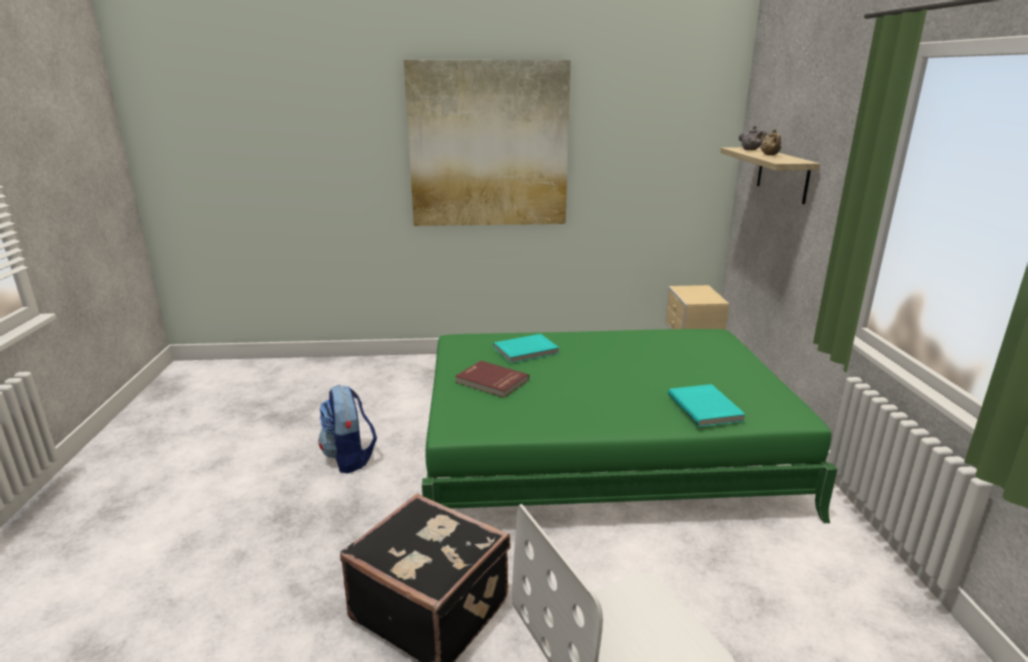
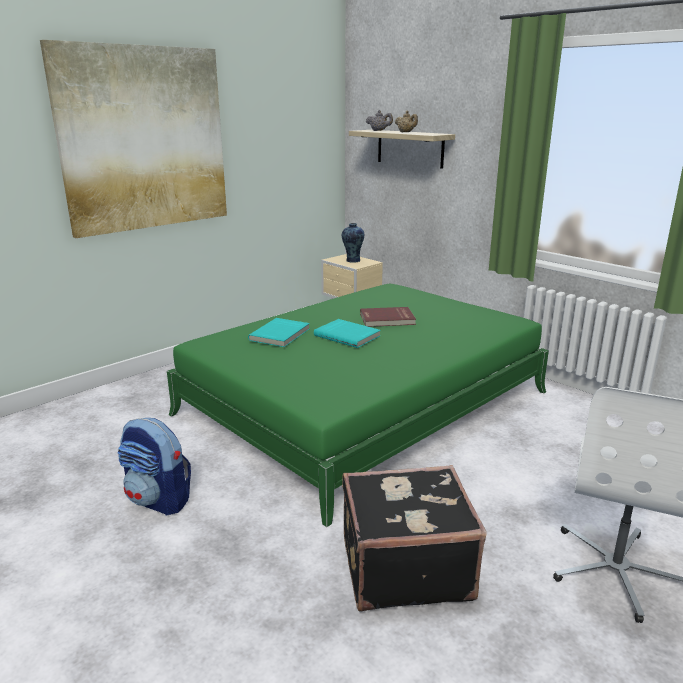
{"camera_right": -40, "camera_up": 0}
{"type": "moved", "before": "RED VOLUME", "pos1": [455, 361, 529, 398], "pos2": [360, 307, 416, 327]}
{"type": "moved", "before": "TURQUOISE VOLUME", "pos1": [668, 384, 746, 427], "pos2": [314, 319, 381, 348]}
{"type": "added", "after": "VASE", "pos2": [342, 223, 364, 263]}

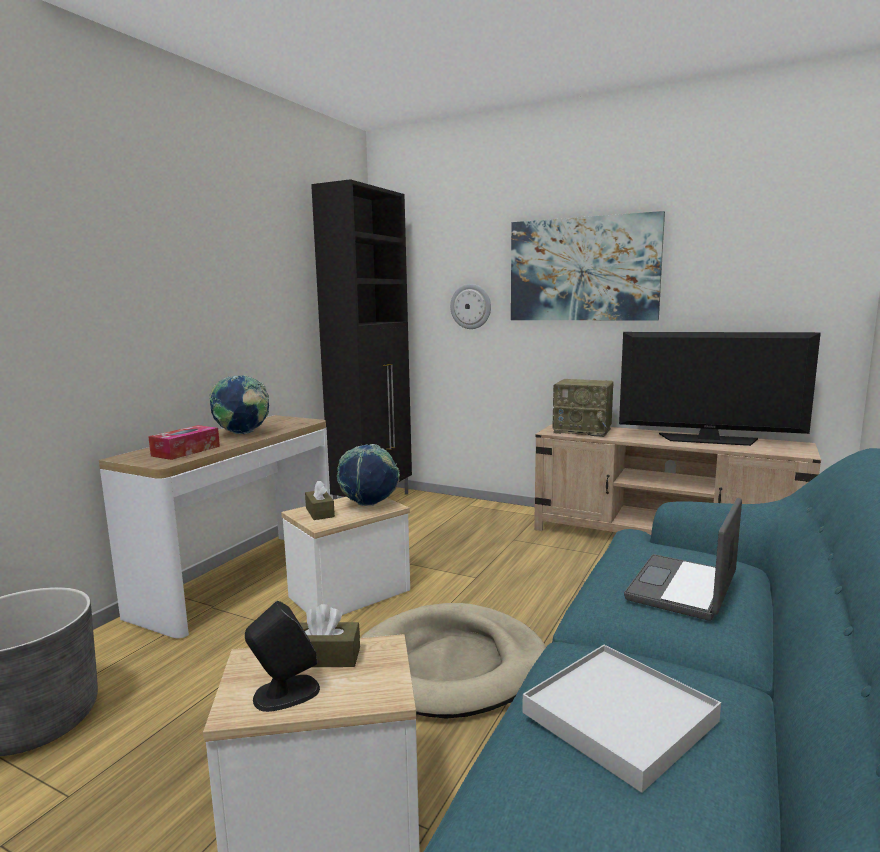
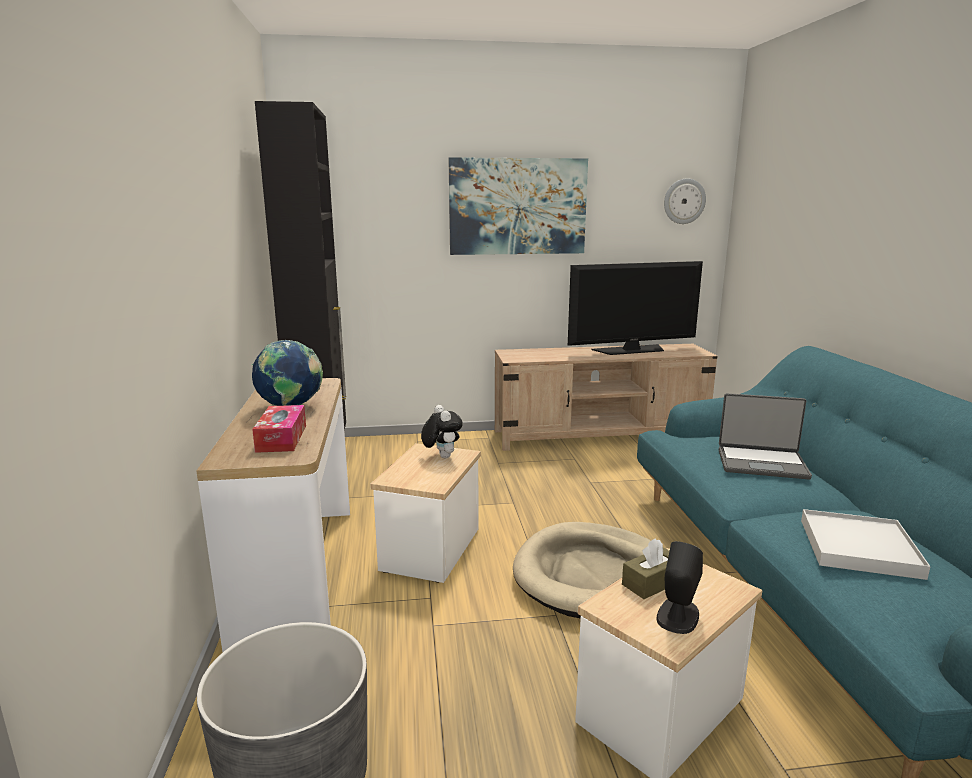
{"camera_right": -35, "camera_up": 5}
{"type": "removed", "before": "BROWN BOX OF TISSUES", "pos1": [305, 480, 335, 520]}
{"type": "replaced", "before": "GLOBE", "after": "PLUSH TOY", "pos1": [337, 444, 400, 506], "pos2": [421, 405, 463, 458]}
{"type": "moved", "before": "CLOCK ON THE WALL", "pos1": [450, 284, 491, 329], "pos2": [664, 178, 706, 224]}
{"type": "removed", "before": "RADIO SET", "pos1": [552, 379, 614, 437]}
{"type": "turned", "before": "LAPTOP", "pos1": [624, 498, 742, 621], "pos2": [719, 393, 812, 479], "turn": -75}

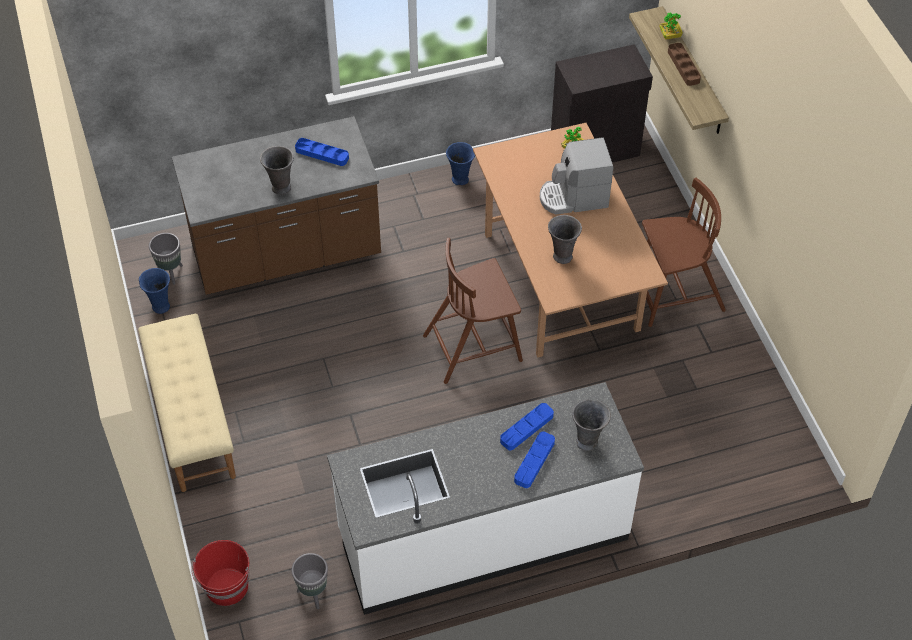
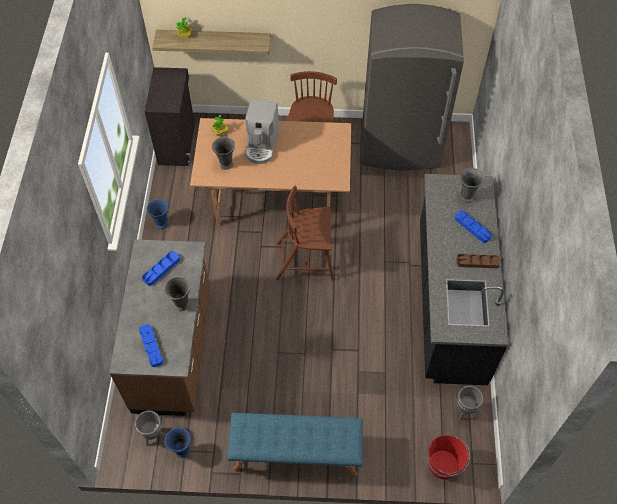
{"camera_right": -70, "camera_up": 5}
{"type": "recoloured", "before": "BEIGE LONG SEAT", "after": "BLUISH LONG SEAT", "pos1": [138, 314, 236, 492], "pos2": [227, 413, 363, 476]}
{"type": "recoloured", "before": "WHITE-COLOURED KITCHEN COUNTER", "after": "BLACK KITCHEN COUNTER", "pos1": [327, 382, 644, 615], "pos2": [420, 174, 509, 385]}
{"type": "turned", "before": "BROWN PLAIN CHAIR", "pos1": [423, 238, 523, 384], "pos2": [276, 185, 334, 281], "turn": 90}
{"type": "moved", "before": "BLUISH TRAY", "pos1": [500, 403, 554, 450], "pos2": [139, 324, 163, 367]}
{"type": "moved", "before": "GREYISH VASE", "pos1": [548, 215, 582, 264], "pos2": [212, 137, 235, 170]}
{"type": "moved", "before": "BROWN TRAY", "pos1": [668, 43, 701, 86], "pos2": [456, 254, 500, 268]}
{"type": "added", "after": "GREYISH FRIDGE", "pos2": [362, 4, 464, 171]}

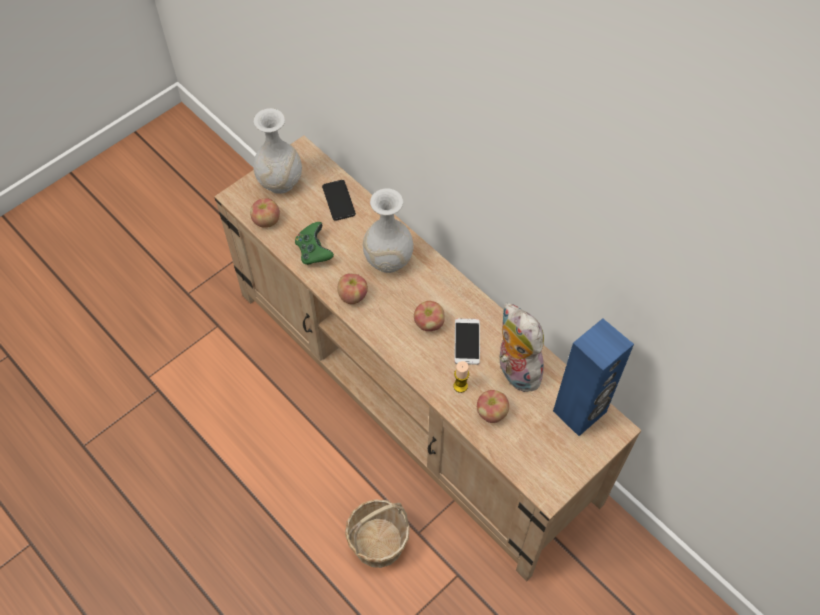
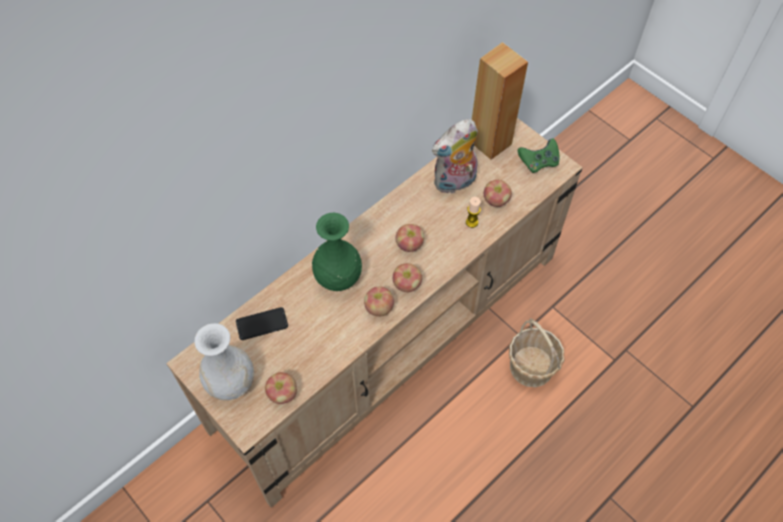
{"camera_right": -90, "camera_up": 0}
{"type": "moved", "before": "GREEN-COLOURED GAMEPAD", "pos1": [295, 222, 334, 265], "pos2": [518, 138, 559, 173]}
{"type": "recoloured", "before": "WHITE-COLOURED VASE", "after": "GREEN-COLOURED VASE", "pos1": [363, 188, 413, 273], "pos2": [312, 213, 362, 291]}
{"type": "removed", "before": "TELEPHONE", "pos1": [454, 318, 480, 365]}
{"type": "recoloured", "before": "BLUISH AUDIO SPEAKER", "after": "BROWN AUDIO SPEAKER", "pos1": [553, 318, 634, 436], "pos2": [472, 42, 528, 160]}
{"type": "added", "after": "APPLE FRUIT", "pos2": [393, 263, 422, 292]}

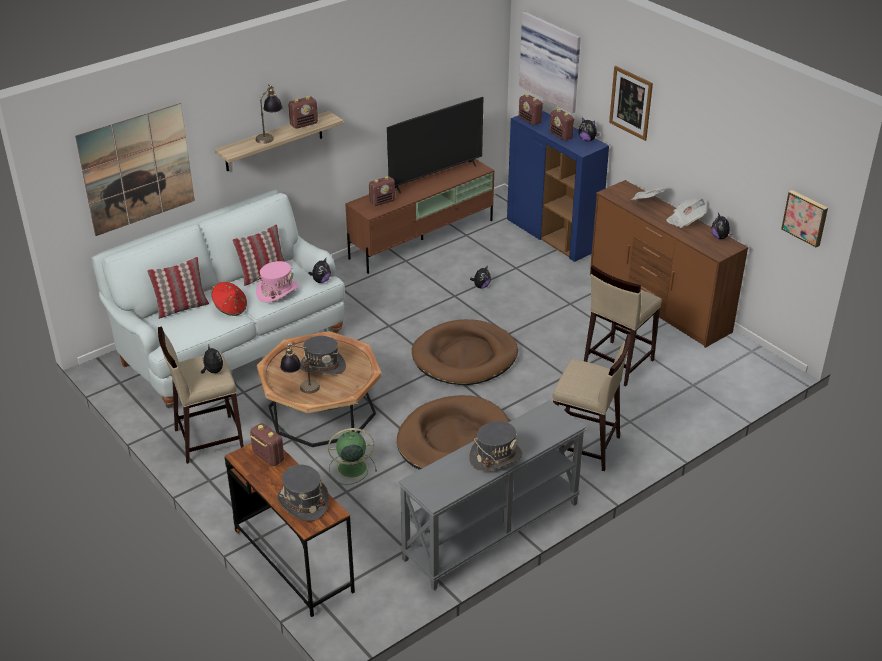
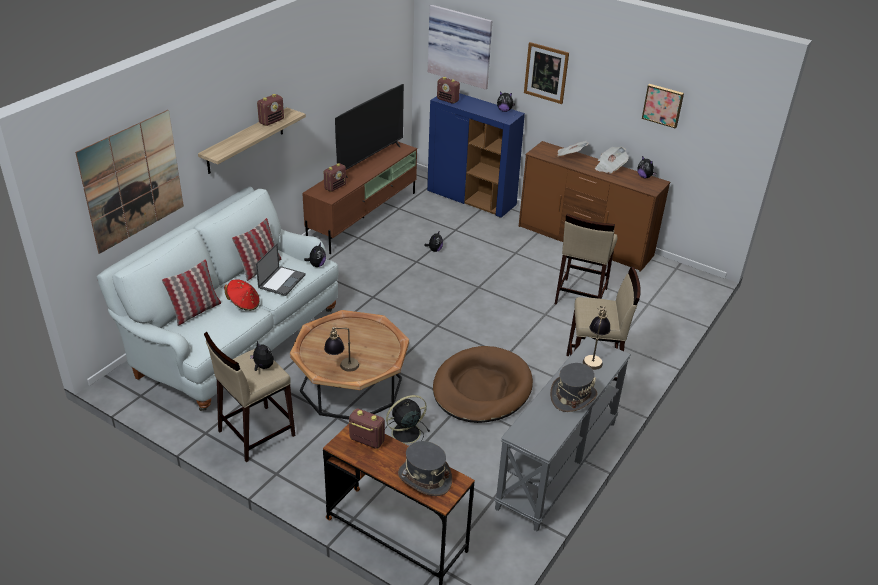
{"camera_right": -20, "camera_up": 0}
{"type": "moved", "before": "TABLE LAMP", "pos1": [256, 84, 282, 144], "pos2": [583, 306, 611, 370]}
{"type": "replaced", "before": "PINK CLOTHING HAT", "after": "LAPTOP", "pos1": [256, 261, 299, 302], "pos2": [256, 243, 306, 296]}
{"type": "removed", "before": "GREYISH CLOTHING HAT", "pos1": [300, 336, 346, 374]}
{"type": "recoloured", "before": "GREEN-COLOURED COOLING FAN", "after": "BLACK COOLING FAN", "pos1": [328, 428, 377, 485], "pos2": [385, 395, 430, 444]}
{"type": "removed", "before": "BROWN DOG CUSHION", "pos1": [412, 319, 518, 385]}
{"type": "removed", "before": "RADIO SET", "pos1": [550, 109, 575, 141]}
{"type": "moved", "before": "WALL PICTURE", "pos1": [781, 190, 828, 248], "pos2": [642, 84, 684, 128]}

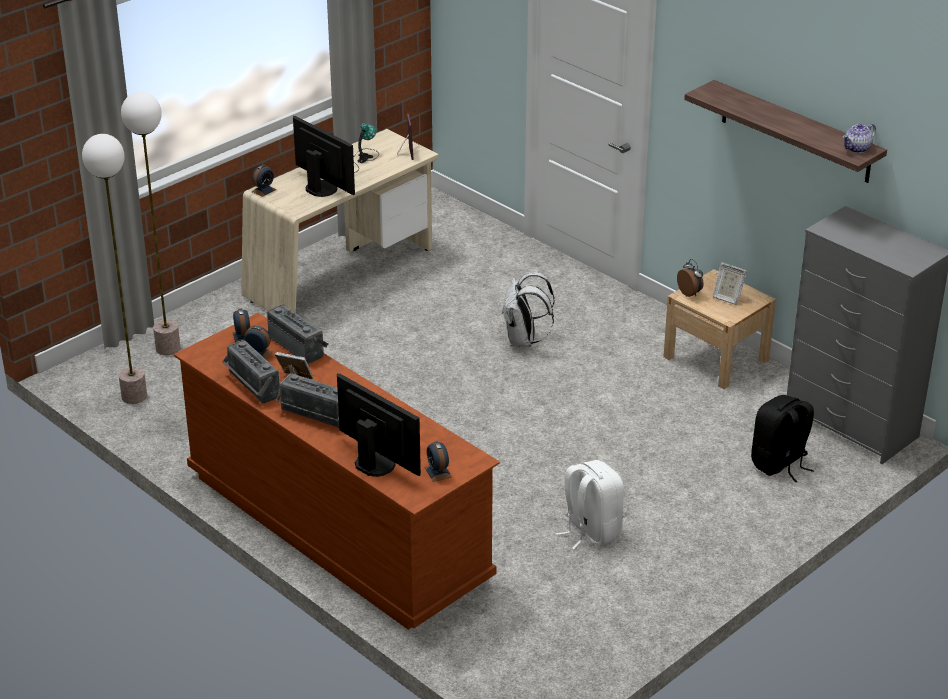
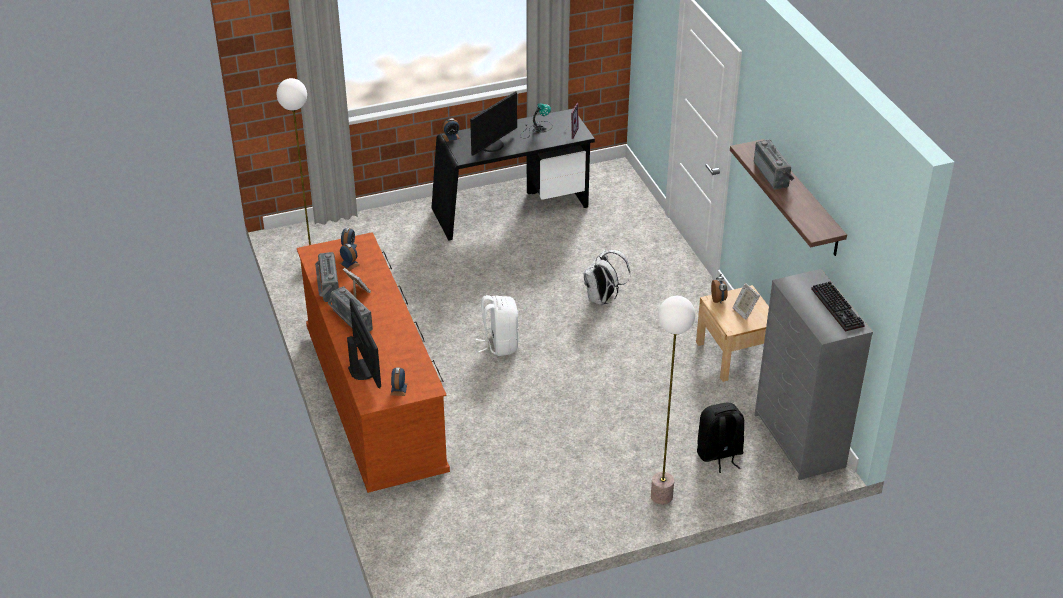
{"camera_right": 25, "camera_up": 5}
{"type": "moved", "before": "STANDING LAMP", "pos1": [121, 92, 180, 355], "pos2": [651, 296, 695, 505]}
{"type": "recoloured", "before": "BEIGE DESK TABLE", "after": "BLACK DESK TABLE", "pos1": [241, 129, 439, 313], "pos2": [431, 109, 595, 241]}
{"type": "moved", "before": "RADIO SET", "pos1": [267, 304, 328, 364], "pos2": [754, 139, 794, 190]}
{"type": "turned", "before": "COMPUTER SCREEN", "pos1": [293, 116, 355, 197], "pos2": [470, 92, 517, 156], "turn": 60}
{"type": "moved", "before": "WHITE-COLOURED BACKPACK", "pos1": [556, 460, 624, 550], "pos2": [476, 295, 519, 356]}
{"type": "removed", "before": "POT FOR TEA", "pos1": [843, 124, 876, 153]}
{"type": "added", "after": "KEYBOARD", "pos2": [811, 281, 865, 331]}

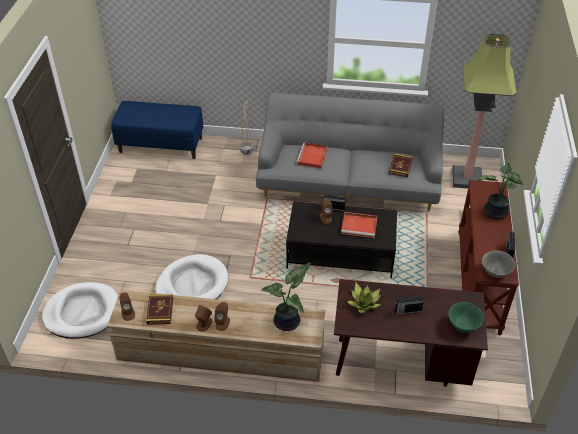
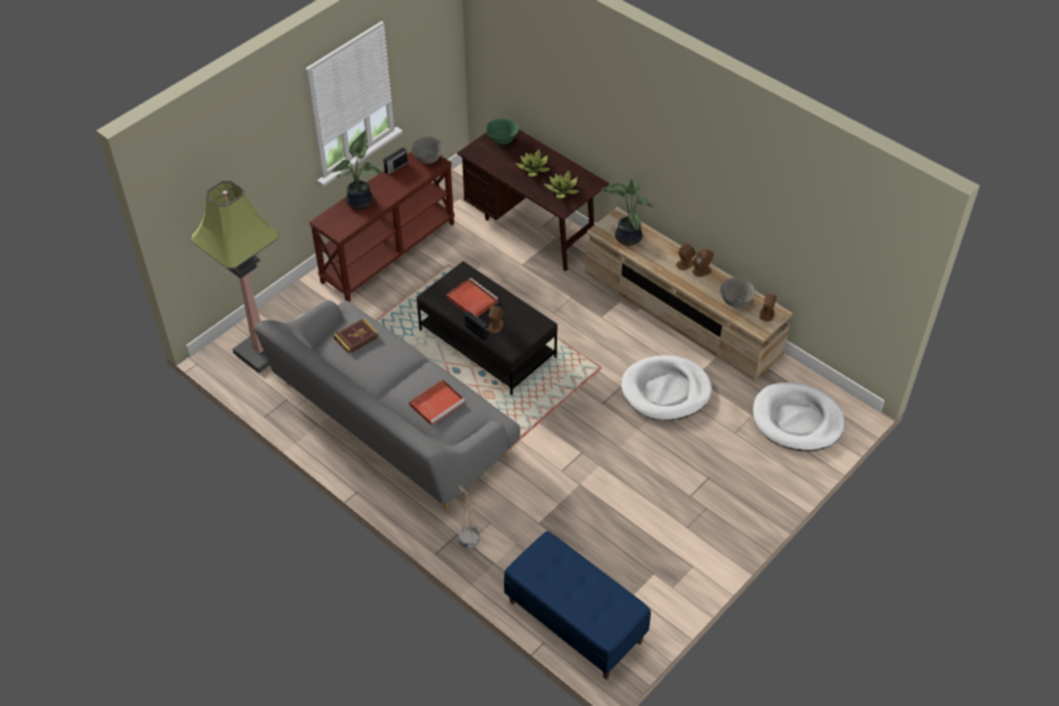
{"camera_right": -145, "camera_up": 5}
{"type": "replaced", "before": "VOLUME", "after": "GREYISH DEEP DISH", "pos1": [146, 294, 173, 325], "pos2": [720, 277, 755, 308]}
{"type": "replaced", "before": "RADIO SET", "after": "POTTED PLANT", "pos1": [395, 296, 424, 315], "pos2": [515, 149, 551, 177]}

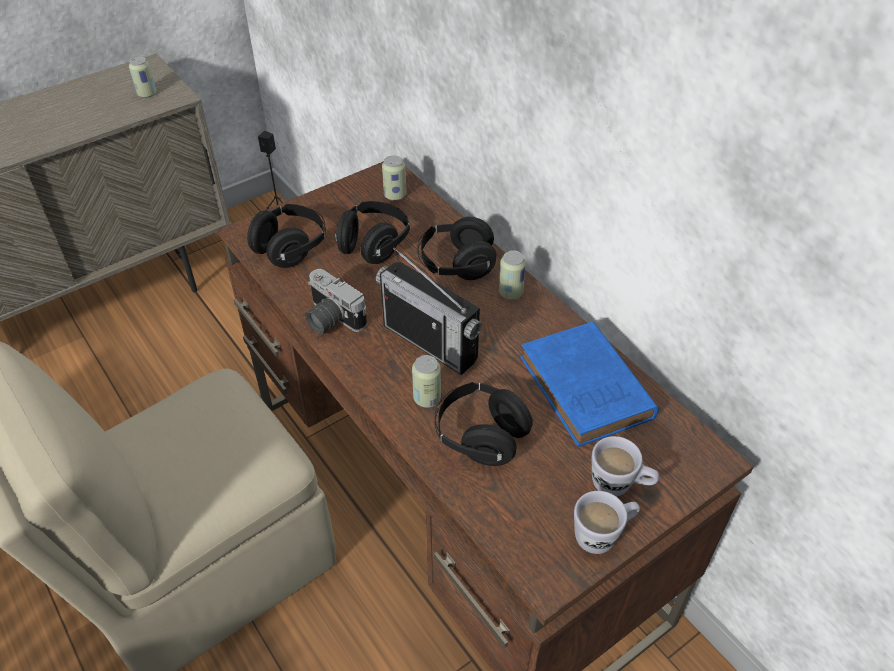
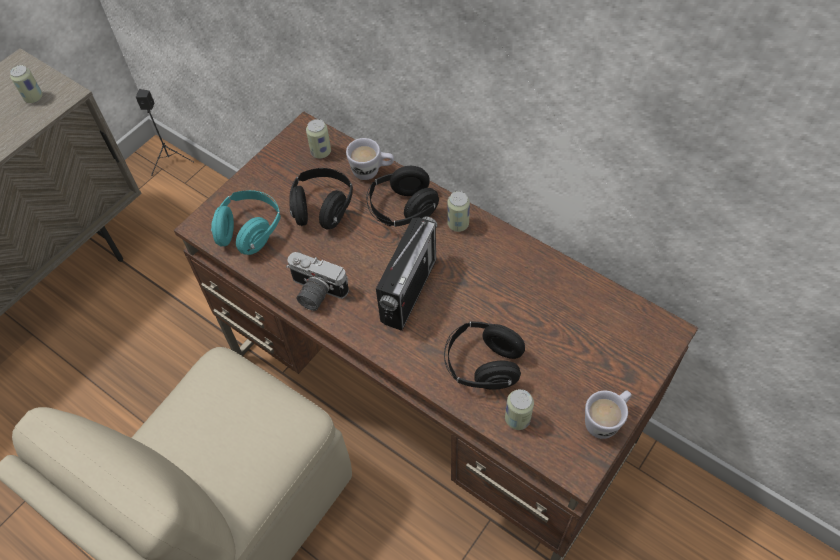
{"camera_right": -15, "camera_up": 10}
{"type": "recoloured", "before": "BLACK HEADSET", "after": "TURQUOISE HEADSET", "pos1": [247, 204, 326, 268], "pos2": [211, 190, 281, 255]}
{"type": "turned", "before": "RADIO SET", "pos1": [376, 247, 482, 375], "pos2": [376, 217, 437, 331], "turn": -90}
{"type": "moved", "before": "CAN", "pos1": [412, 355, 441, 408], "pos2": [505, 389, 534, 430]}
{"type": "removed", "before": "BLUISH VOLUME", "pos1": [520, 321, 659, 447]}
{"type": "moved", "before": "WHITE-COLOURED MUG", "pos1": [592, 436, 659, 496], "pos2": [346, 138, 394, 180]}

